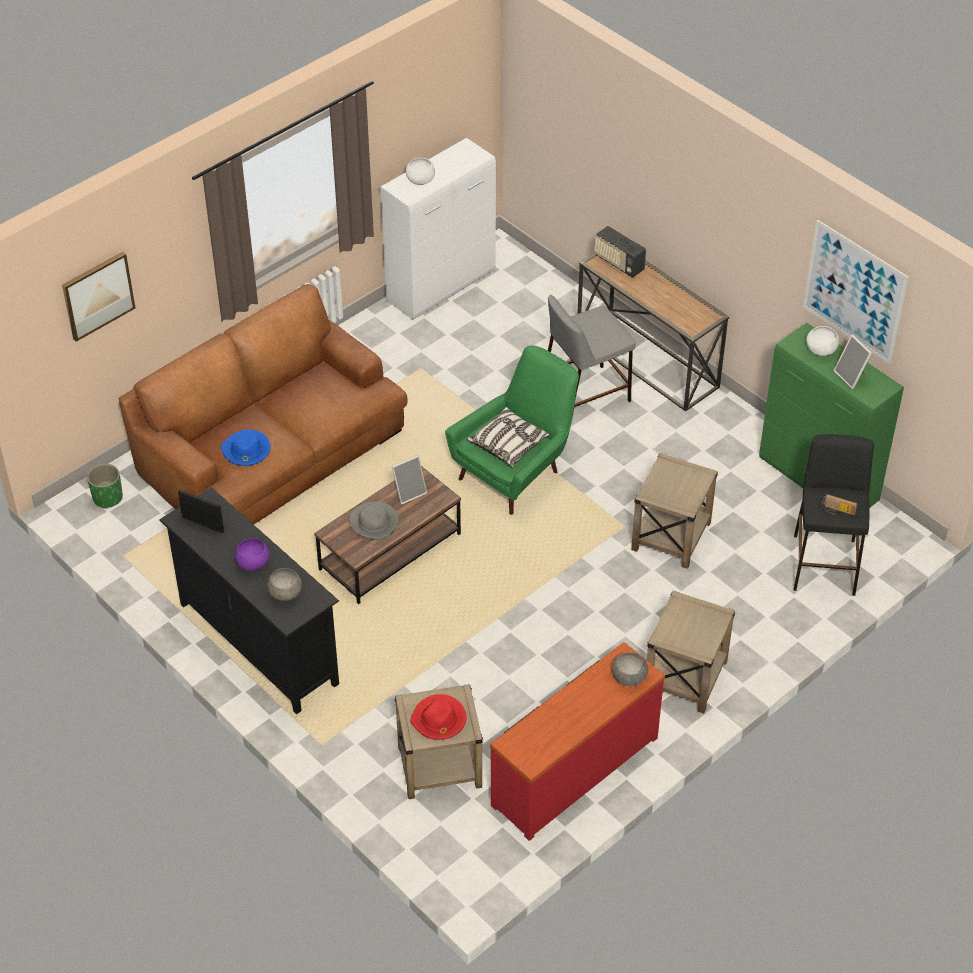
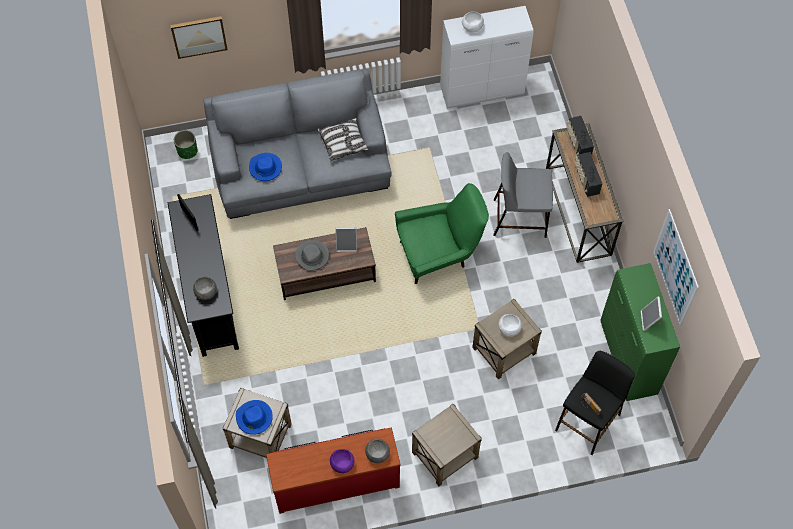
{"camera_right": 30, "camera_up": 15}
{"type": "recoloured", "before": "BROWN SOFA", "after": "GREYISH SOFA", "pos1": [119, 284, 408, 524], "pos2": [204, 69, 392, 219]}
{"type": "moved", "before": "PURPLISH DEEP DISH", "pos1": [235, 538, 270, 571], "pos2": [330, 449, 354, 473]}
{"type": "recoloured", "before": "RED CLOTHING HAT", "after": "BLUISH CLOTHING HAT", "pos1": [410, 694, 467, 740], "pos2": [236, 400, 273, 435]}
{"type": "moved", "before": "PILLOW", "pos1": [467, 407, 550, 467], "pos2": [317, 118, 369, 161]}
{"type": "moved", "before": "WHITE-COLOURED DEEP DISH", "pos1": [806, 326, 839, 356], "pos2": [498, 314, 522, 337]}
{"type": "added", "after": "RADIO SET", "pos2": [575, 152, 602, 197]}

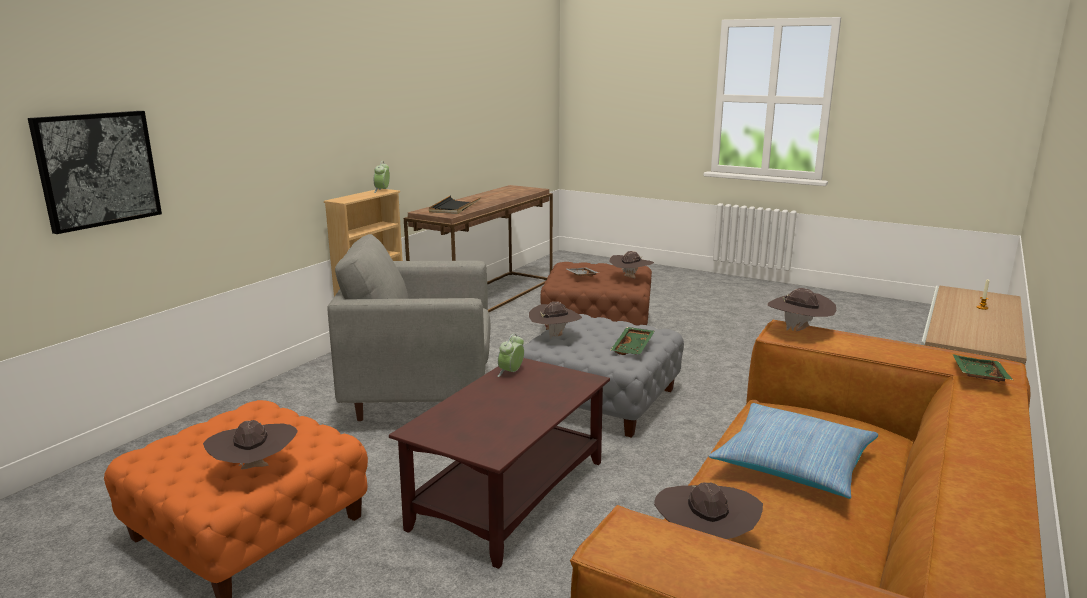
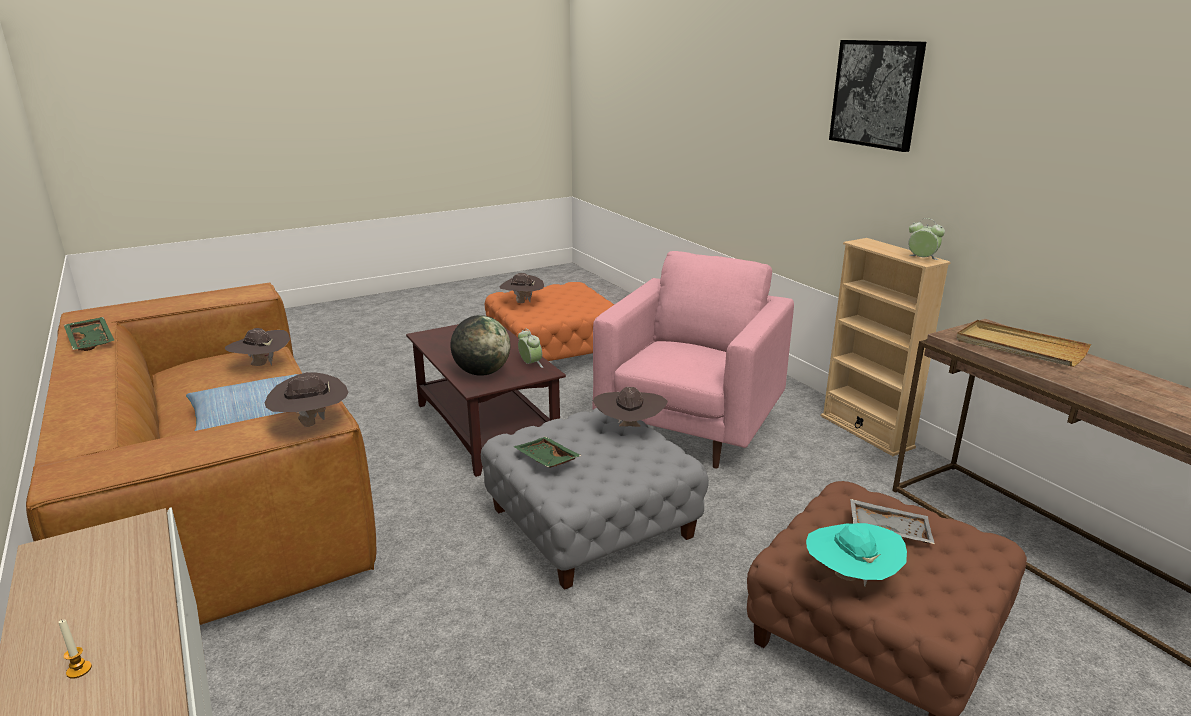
{"camera_right": 120, "camera_up": 5}
{"type": "moved", "before": "WALL PICTURE", "pos1": [28, 111, 162, 234], "pos2": [829, 40, 926, 152]}
{"type": "recoloured", "before": "GREYISH EASY CHAIR", "after": "PINK EASY CHAIR", "pos1": [327, 234, 490, 421], "pos2": [592, 251, 794, 468]}
{"type": "recoloured", "before": "BLACK TRAY", "after": "BEIGE TRAY", "pos1": [429, 195, 481, 214], "pos2": [956, 320, 1091, 367]}
{"type": "recoloured", "before": "BROWN CLOTHING HAT", "after": "TURQUOISE CLOTHING HAT", "pos1": [609, 251, 654, 278], "pos2": [806, 523, 907, 586]}
{"type": "moved", "before": "GREEN-COLOURED TRAY", "pos1": [953, 354, 1013, 382], "pos2": [64, 317, 115, 351]}
{"type": "added", "after": "GLOBE", "pos2": [450, 315, 510, 376]}

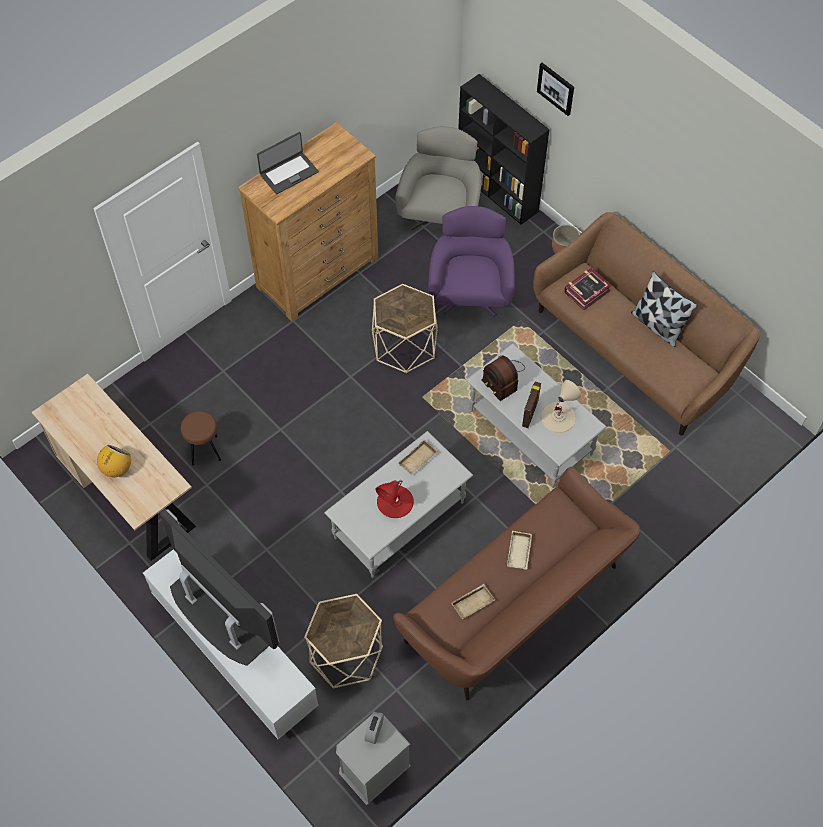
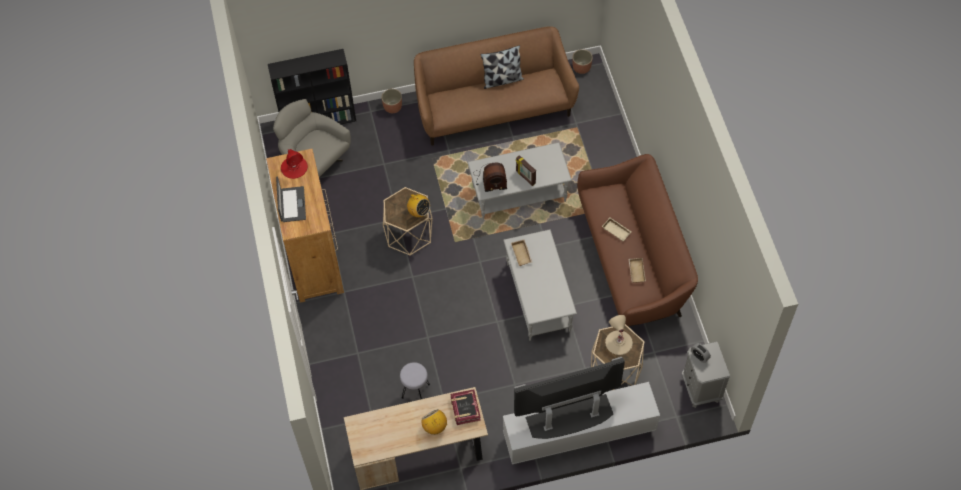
{"camera_right": -60, "camera_up": 0}
{"type": "recoloured", "before": "BROWN STOOL", "after": "GREYISH STOOL", "pos1": [181, 411, 221, 465], "pos2": [400, 362, 430, 399]}
{"type": "moved", "before": "RED TABLE LAMP", "pos1": [376, 480, 414, 518], "pos2": [281, 149, 308, 179]}
{"type": "removed", "before": "PURPLISH EASY CHAIR", "pos1": [428, 206, 515, 317]}
{"type": "removed", "before": "WALL PICTURE", "pos1": [537, 63, 574, 116]}
{"type": "moved", "before": "BEIGE TABLE LAMP", "pos1": [541, 380, 581, 433], "pos2": [605, 315, 633, 355]}
{"type": "moved", "before": "VOLUME", "pos1": [564, 268, 611, 310], "pos2": [451, 389, 481, 425]}
{"type": "added", "after": "RADIO SET", "pos2": [406, 194, 430, 217]}
{"type": "added", "after": "FLOWER POT", "pos2": [572, 49, 593, 74]}

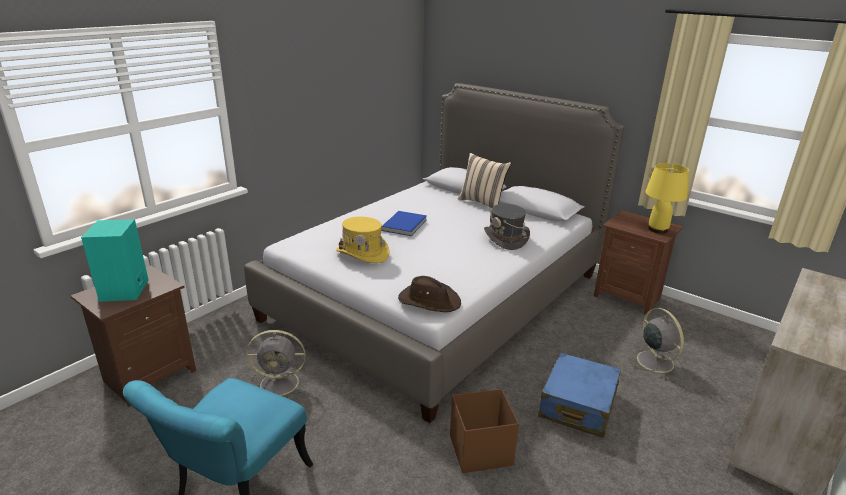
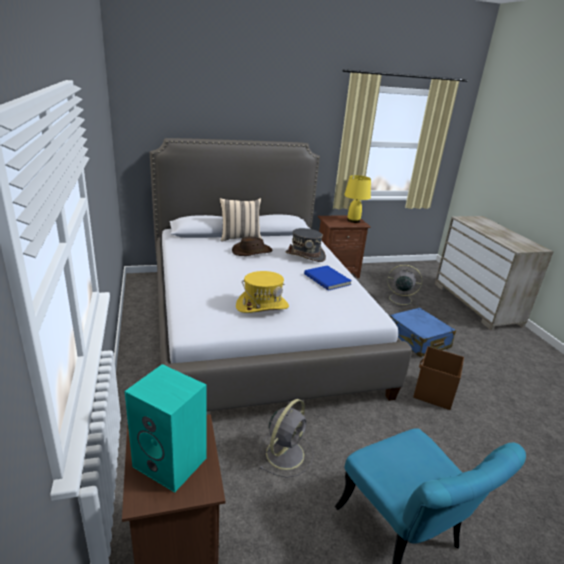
{"camera_right": -55, "camera_up": 0}
{"type": "moved", "before": "BLUISH VOLUME", "pos1": [381, 211, 427, 236], "pos2": [304, 265, 352, 291]}
{"type": "moved", "before": "BROWN CLOTHING HAT", "pos1": [398, 276, 461, 312], "pos2": [232, 237, 273, 256]}

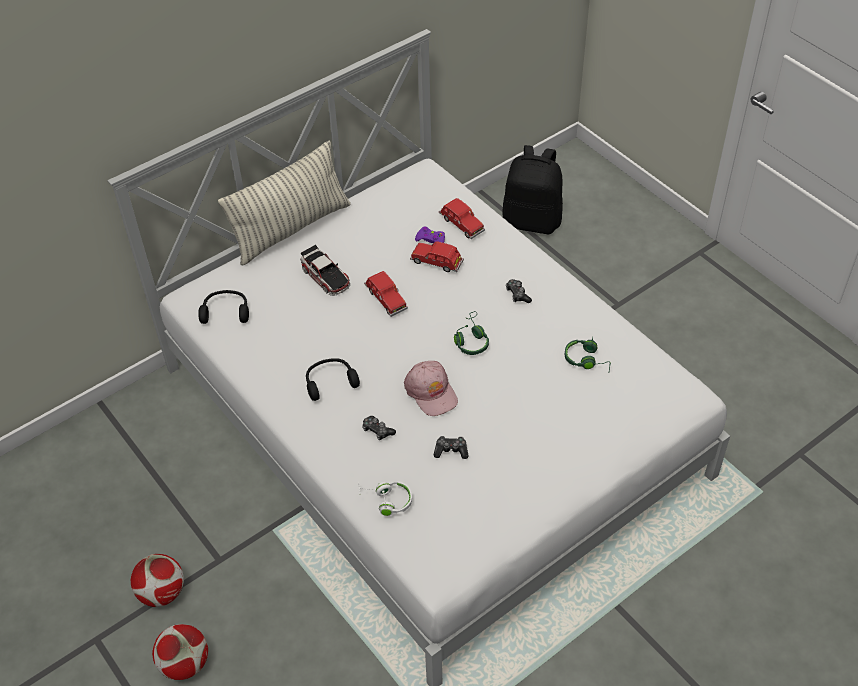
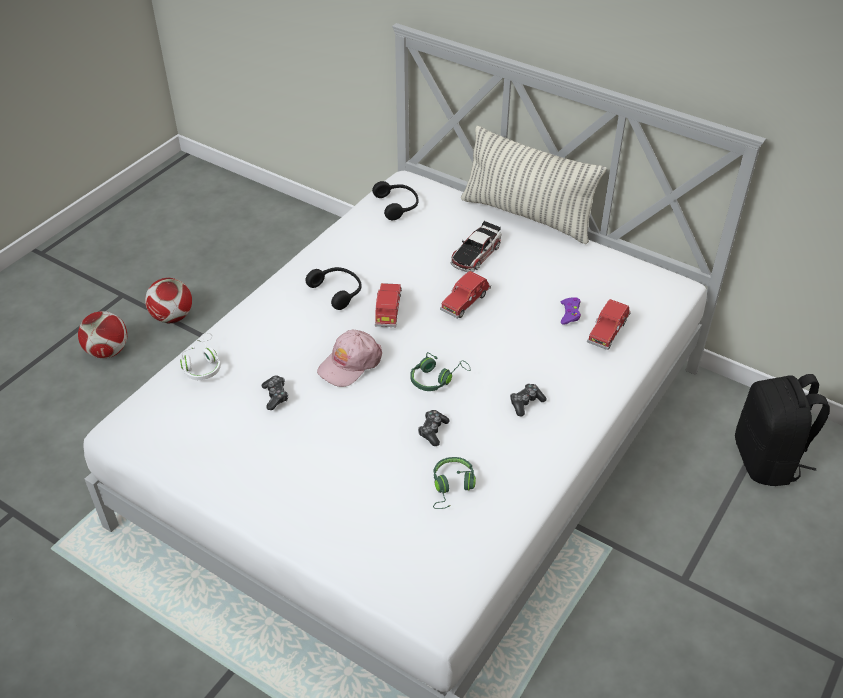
{"camera_right": 70, "camera_up": -5}
{"type": "moved", "before": "GAMEPAD", "pos1": [362, 416, 396, 440], "pos2": [418, 410, 450, 446]}
{"type": "moved", "before": "RED MODEL CAR", "pos1": [410, 242, 464, 272], "pos2": [375, 283, 402, 327]}

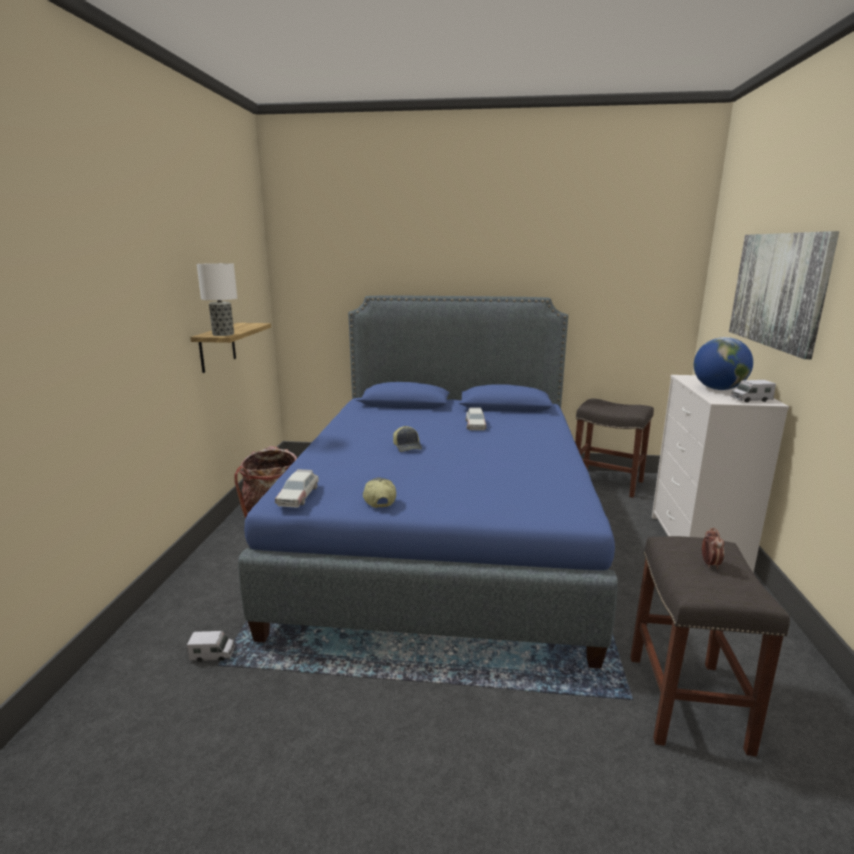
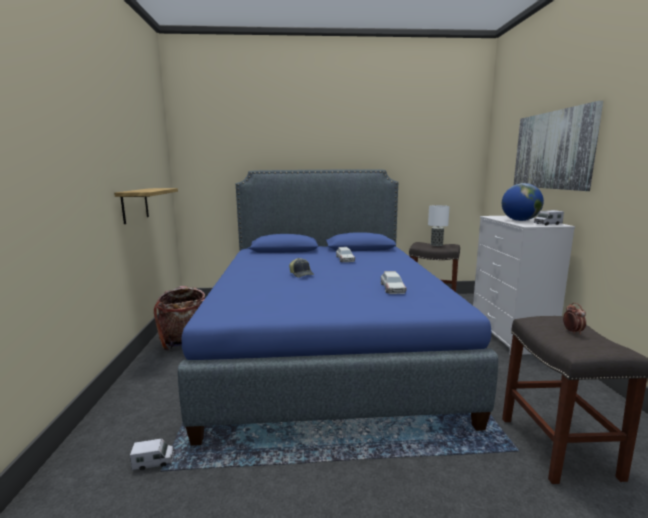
{"camera_right": -10, "camera_up": -5}
{"type": "moved", "before": "TABLE LAMP", "pos1": [197, 263, 237, 336], "pos2": [428, 205, 450, 246]}
{"type": "moved", "before": "MODEL CAR", "pos1": [275, 469, 319, 507], "pos2": [381, 271, 407, 294]}
{"type": "removed", "before": "BASEBALL CAP", "pos1": [362, 477, 396, 508]}

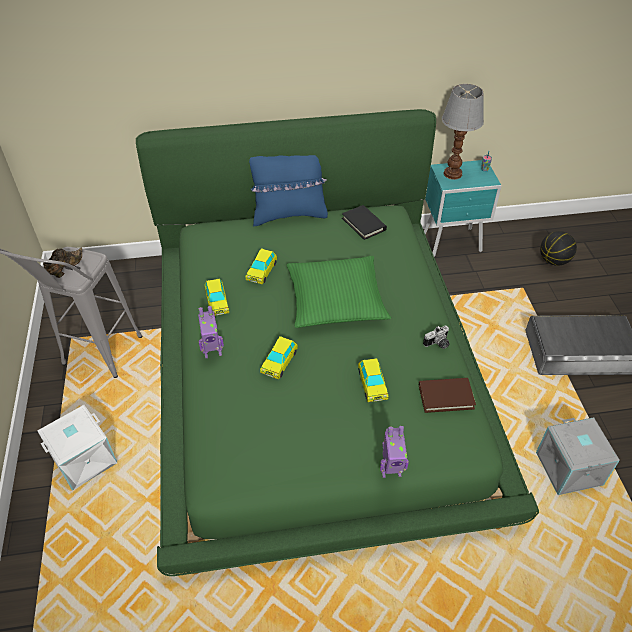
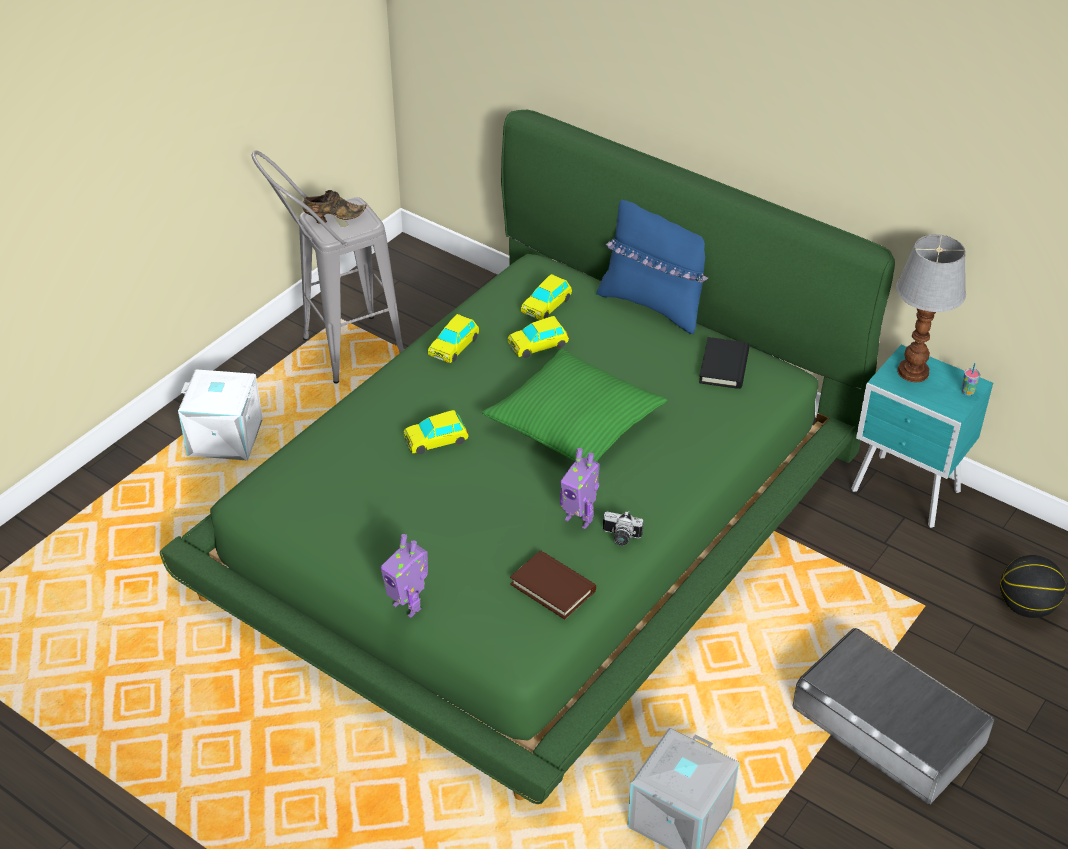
{"camera_right": 45, "camera_up": -5}
{"type": "moved", "before": "MODEL ROBOT", "pos1": [198, 306, 224, 358], "pos2": [560, 448, 600, 529]}
{"type": "moved", "before": "MODEL CAR", "pos1": [358, 358, 388, 402], "pos2": [521, 274, 572, 320]}

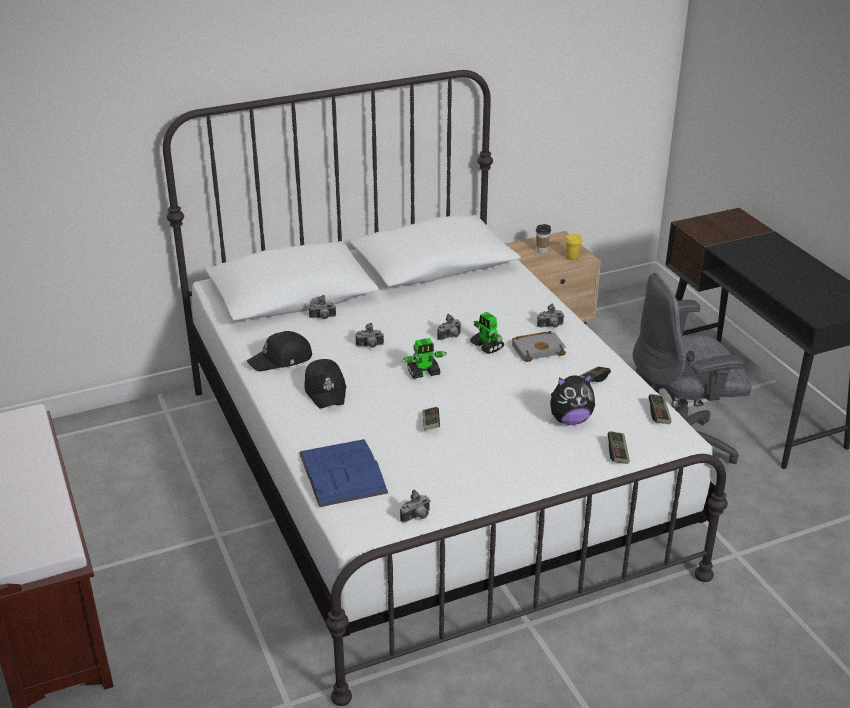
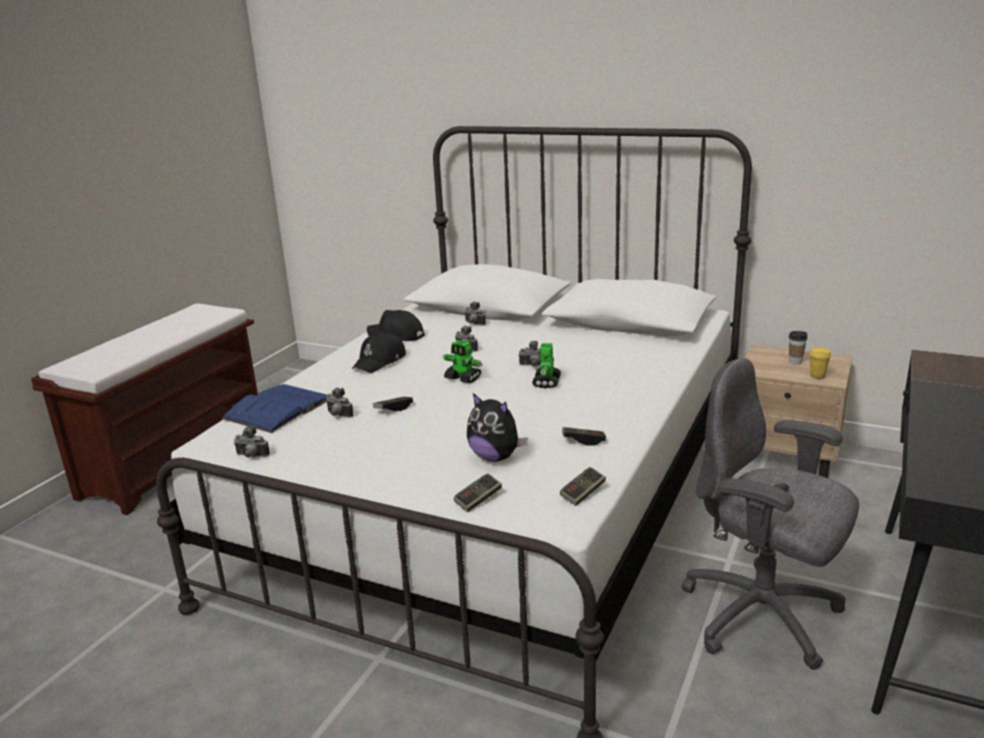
{"camera_right": 50, "camera_up": -10}
{"type": "removed", "before": "GREYISH VOLUME", "pos1": [512, 331, 566, 362]}
{"type": "moved", "before": "PHOTO CAMERA", "pos1": [537, 303, 564, 328], "pos2": [326, 388, 354, 418]}

